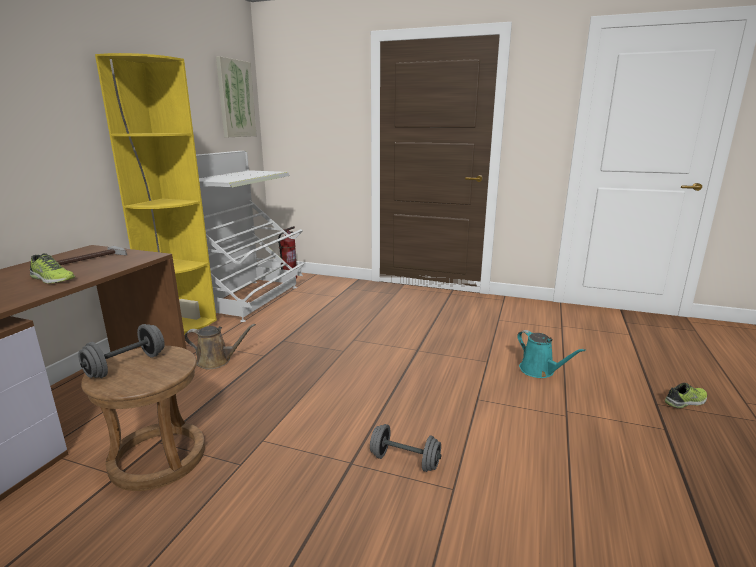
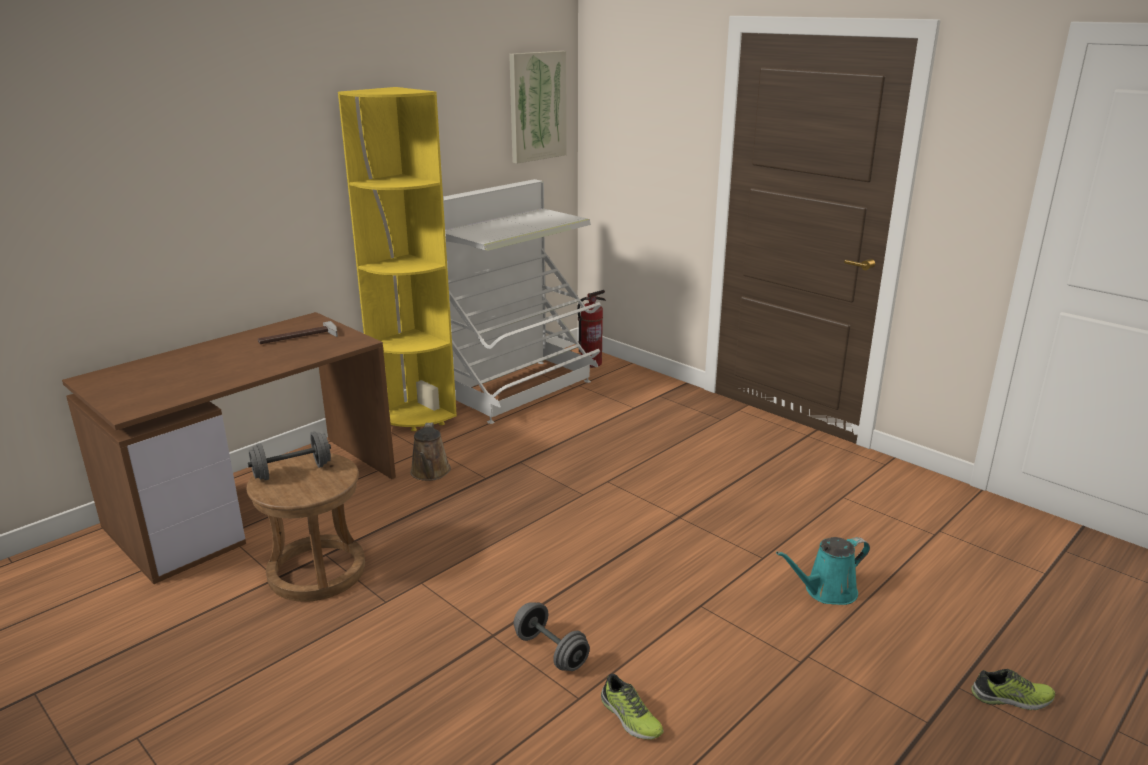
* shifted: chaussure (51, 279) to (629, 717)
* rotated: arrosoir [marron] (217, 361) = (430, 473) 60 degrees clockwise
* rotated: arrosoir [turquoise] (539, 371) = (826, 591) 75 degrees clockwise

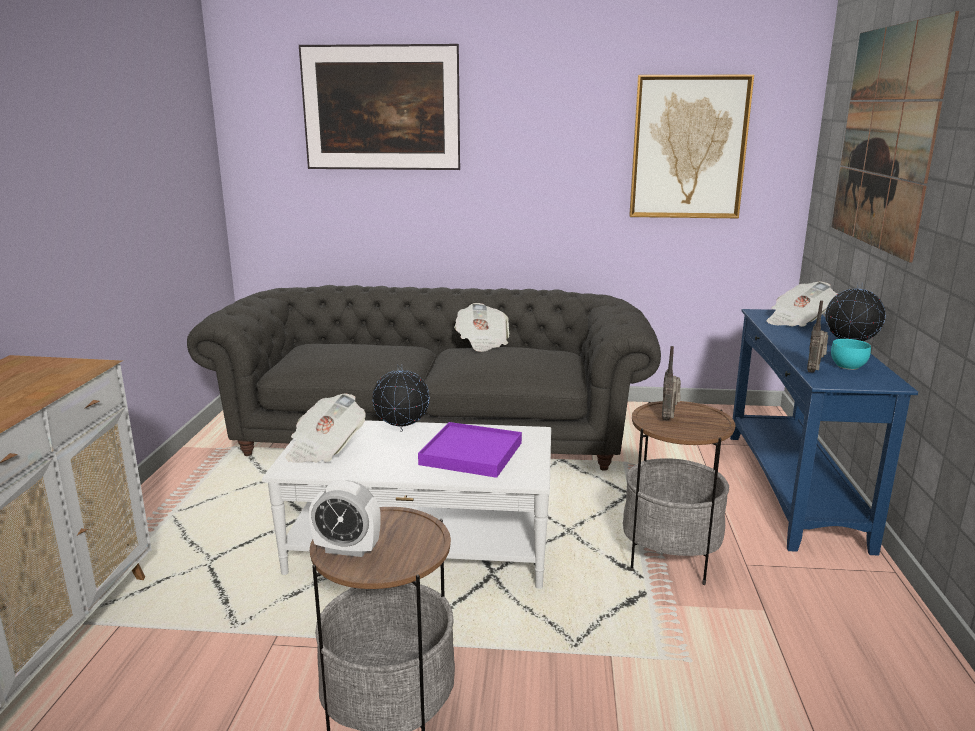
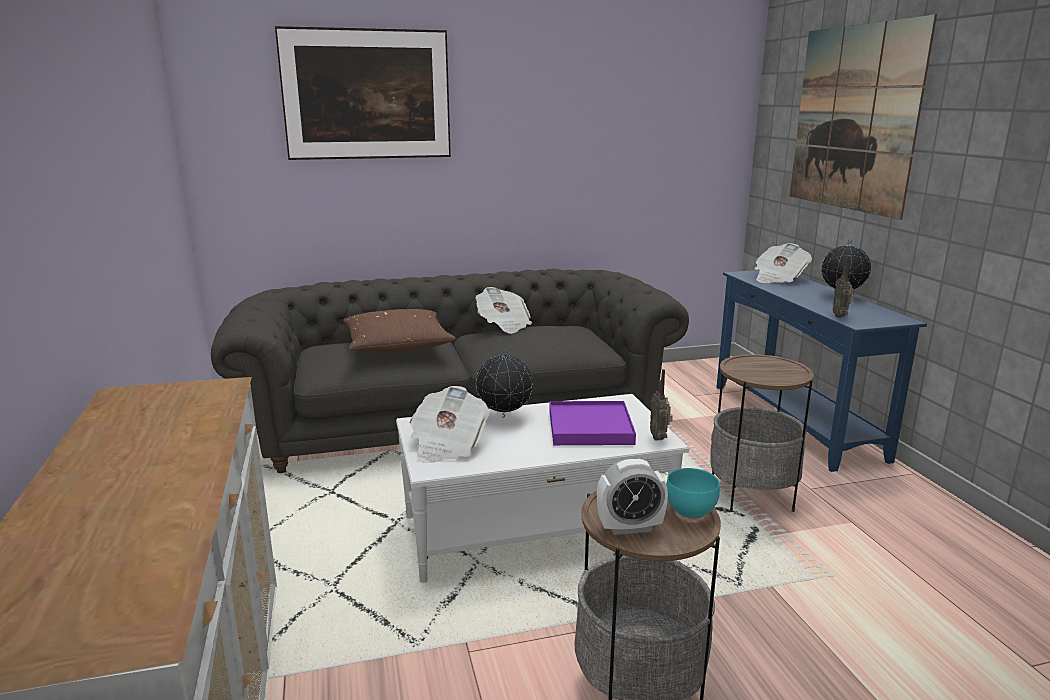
* gone: tableau (688, 147)
* new: coussin [marron] (397, 345)
* shifted: radio (669, 418) to (659, 438)
* shifted: bol [turquoise] (849, 366) to (692, 510)

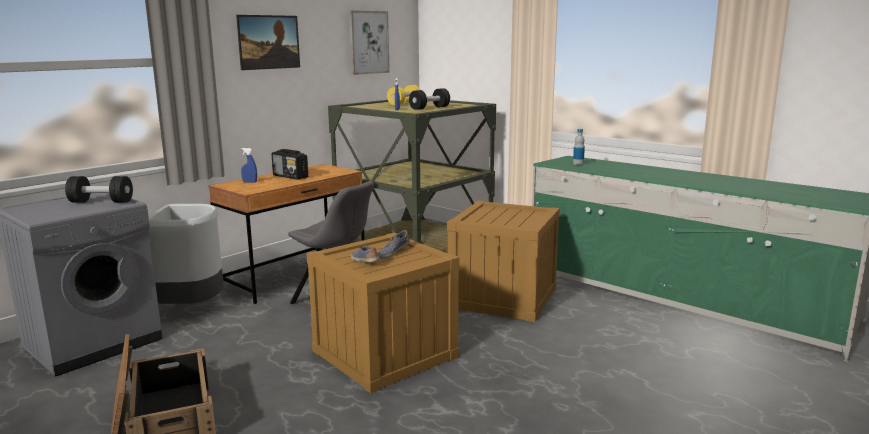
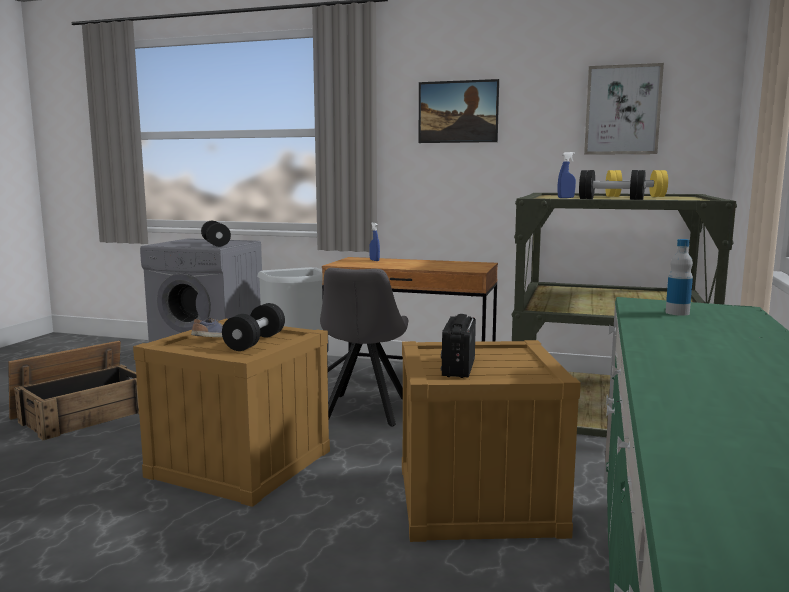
* shifted: radio (290, 176) to (458, 368)
* swapped: chaussure (392, 253) to haltère [noir] (255, 342)

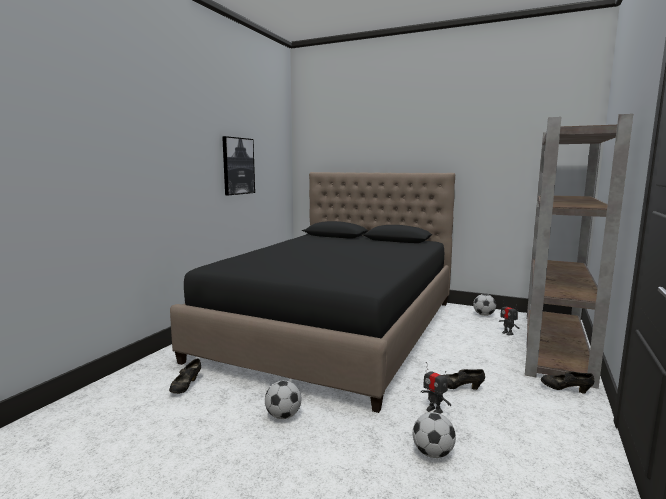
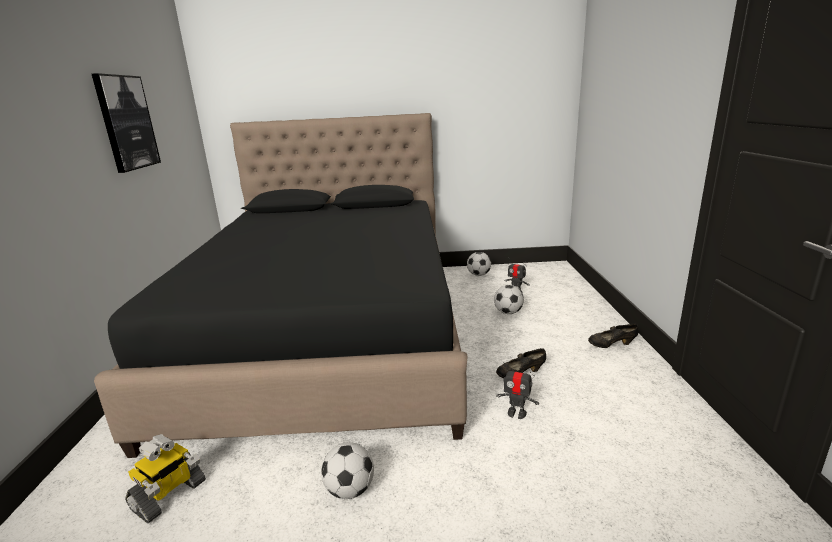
* gone: bibliothèque [marron] (555, 345)
* shifted: ballon de foot (433, 453) to (508, 312)
* swapped: chaussure [noir] (186, 387) to robot jouet (169, 496)

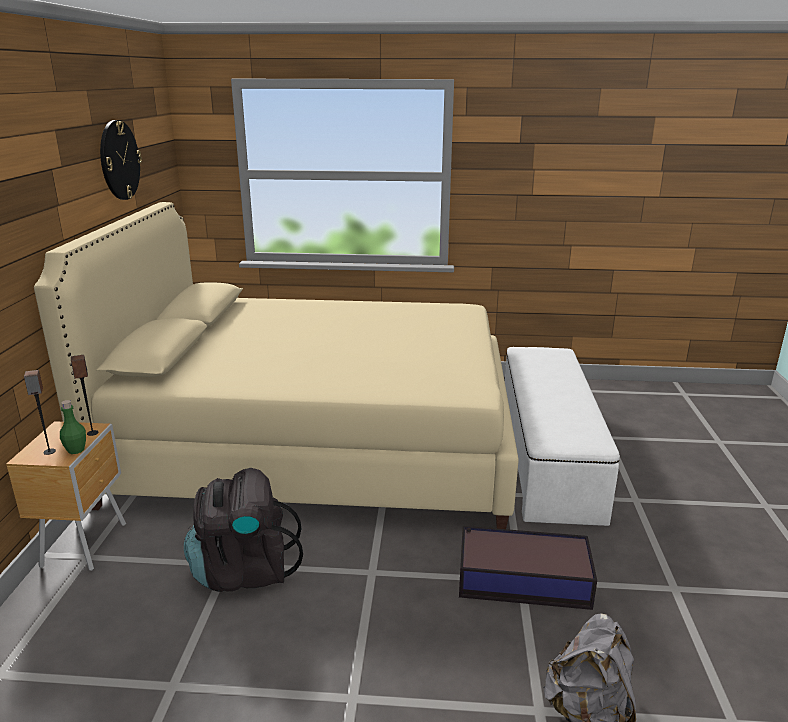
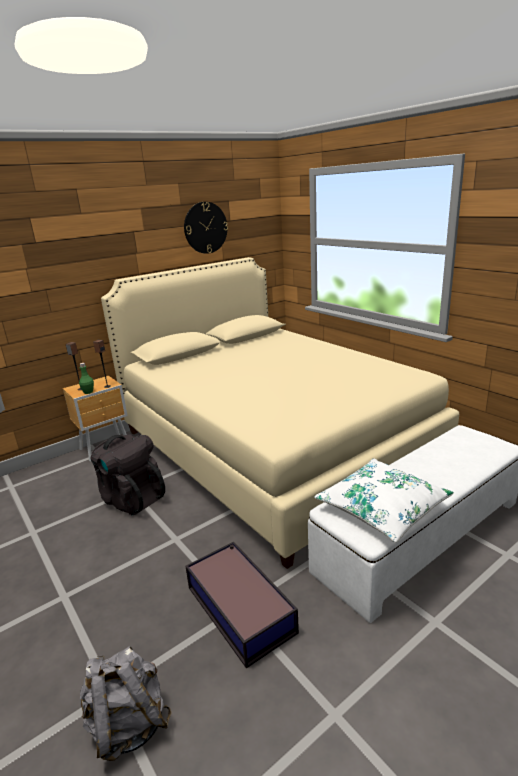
* new: coussin [blanc] (382, 507)

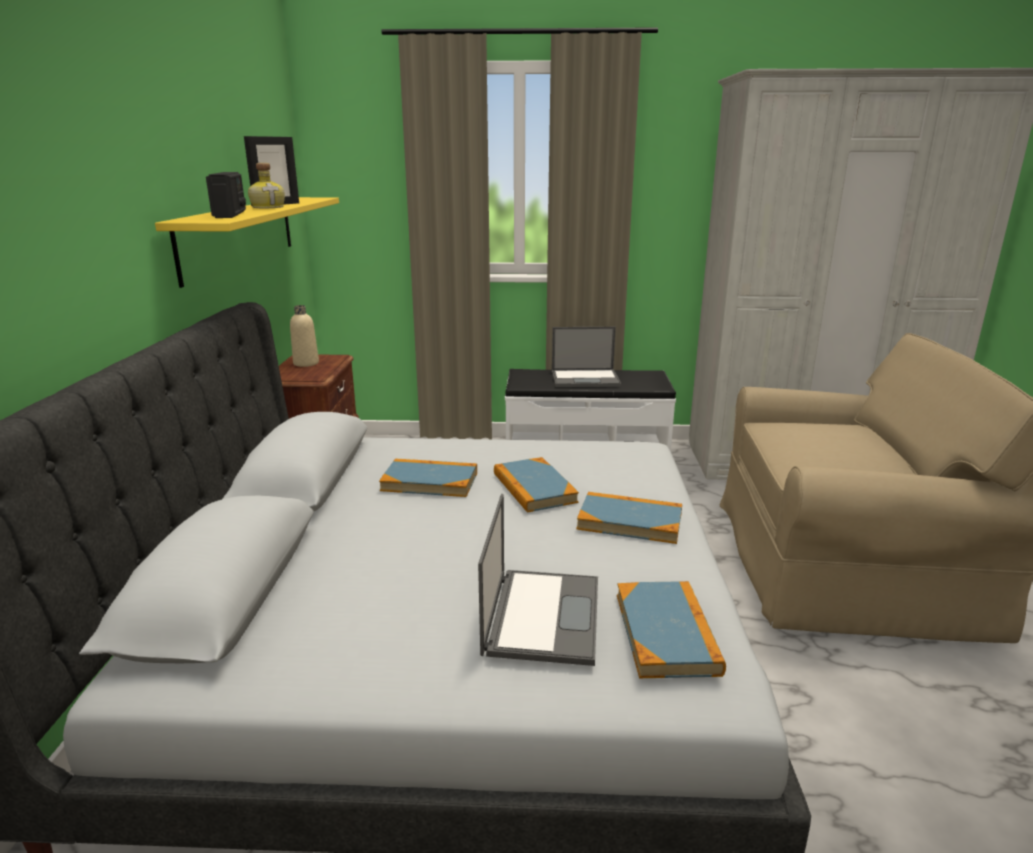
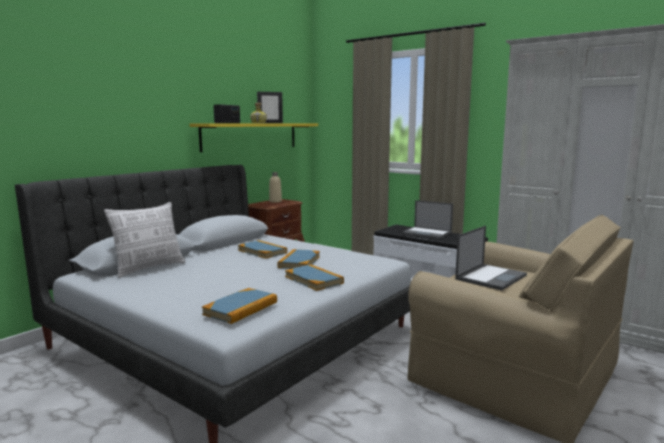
* new: coussin (149, 268)
* shifted: ordinateur portable (542, 614) to (491, 277)

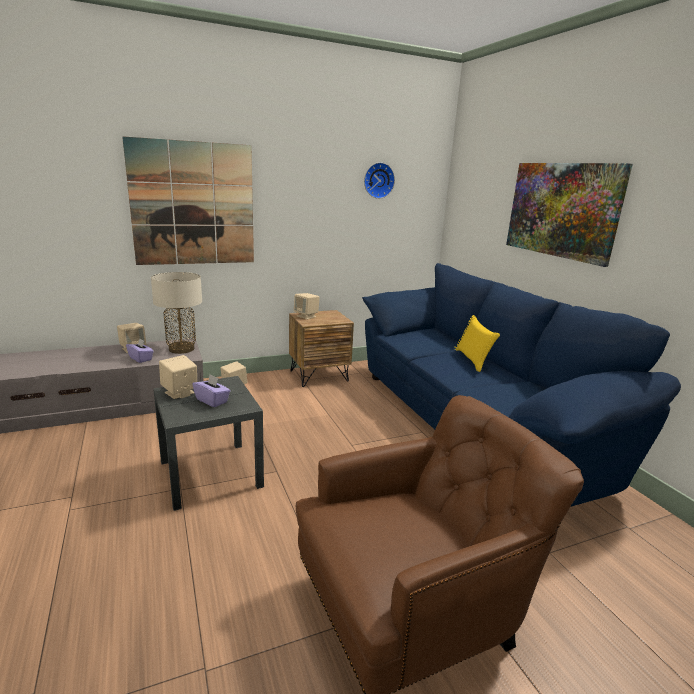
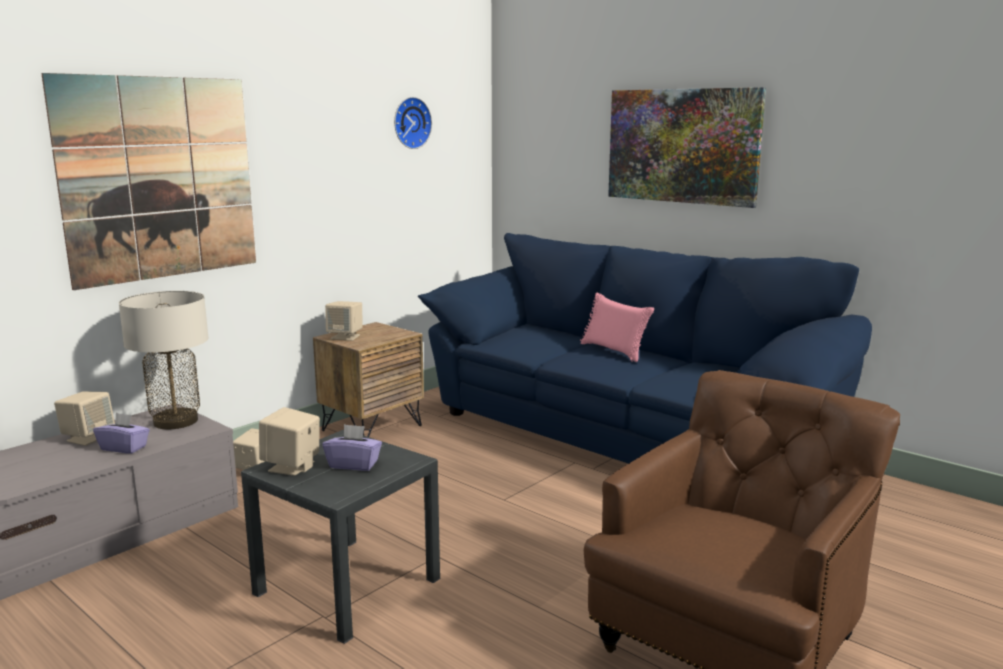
* repainted: coussin [jaune] (473, 360) to coussin [rose] (614, 351)

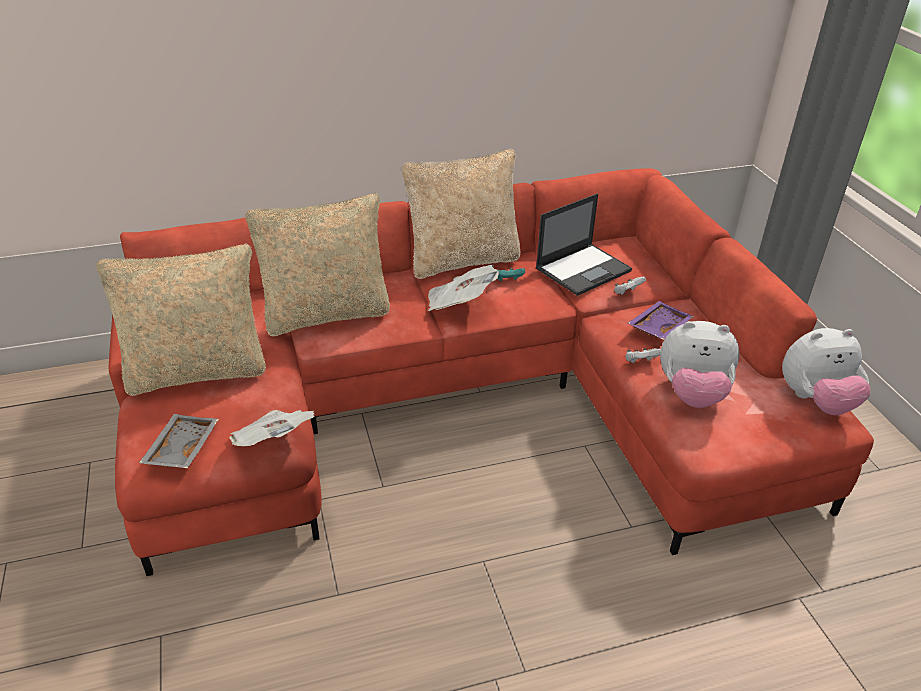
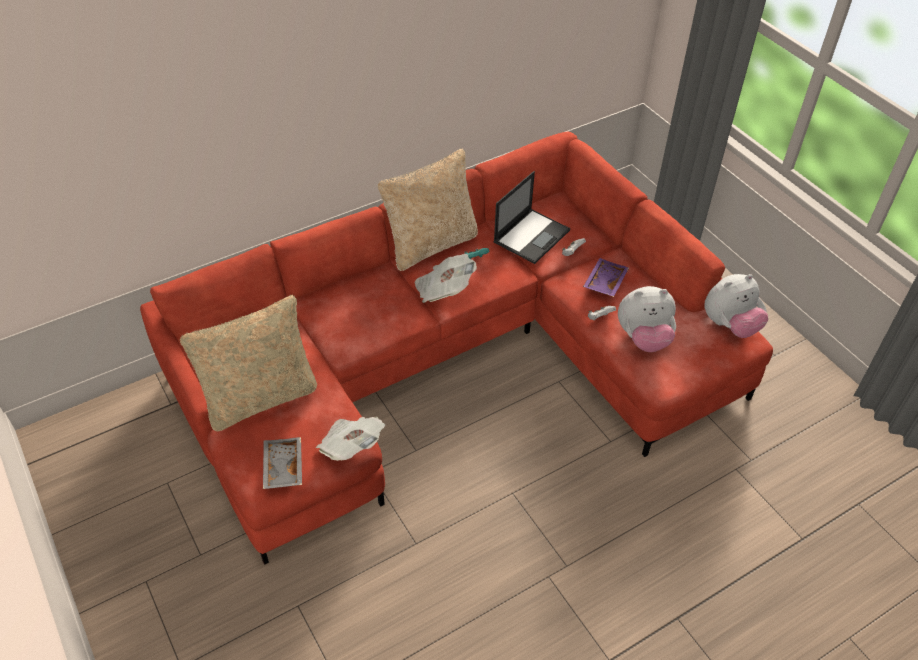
* gone: coussin [beige] (328, 317)

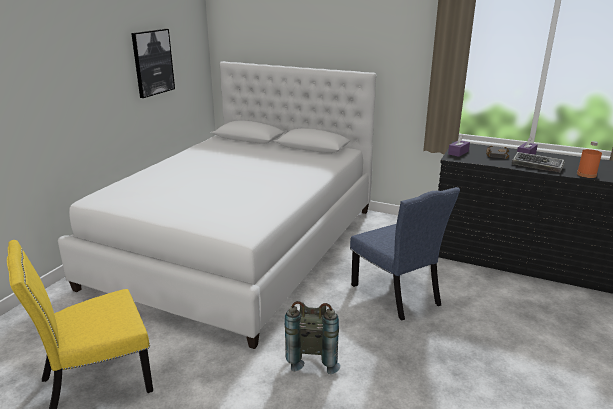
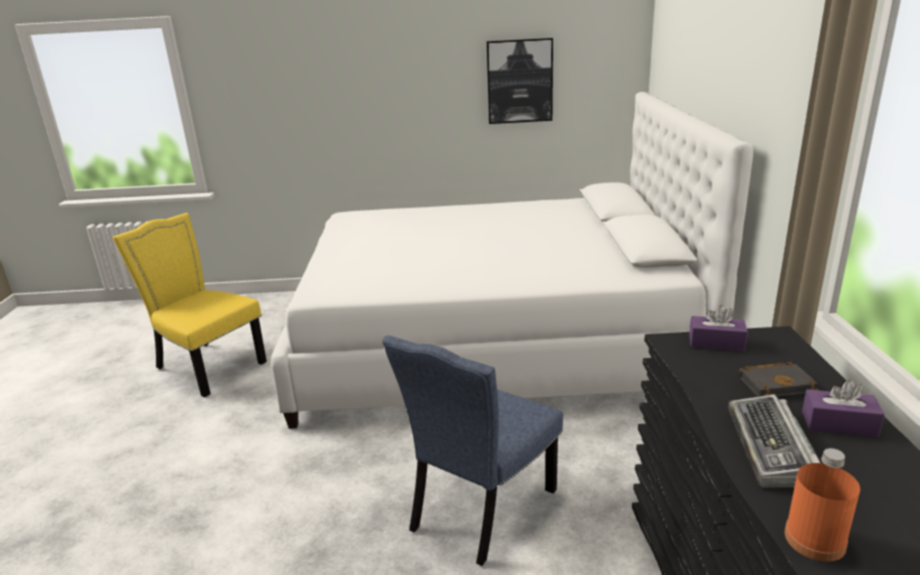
* gone: sac à dos [gris] (313, 356)

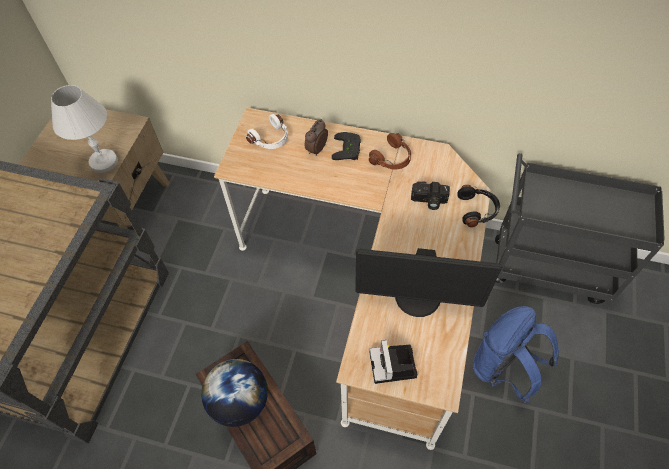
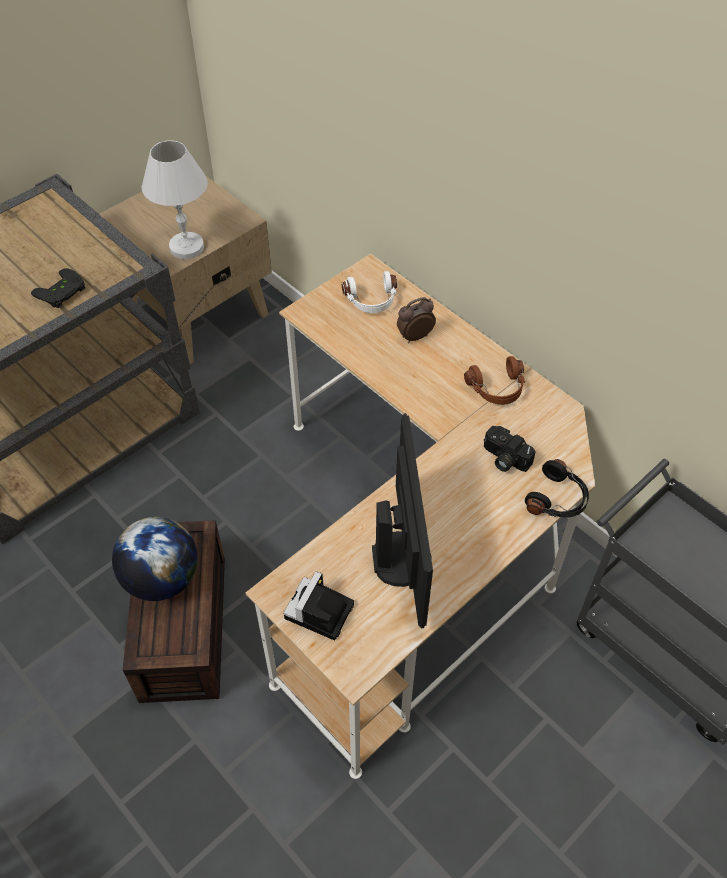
* gone: sac à dos [bleu] (503, 368)
* shifted: manette [noir] (349, 149) to (62, 293)
* rotated: écran d'ordinateur (417, 298) = (404, 558) 135 degrees counterclockwise

